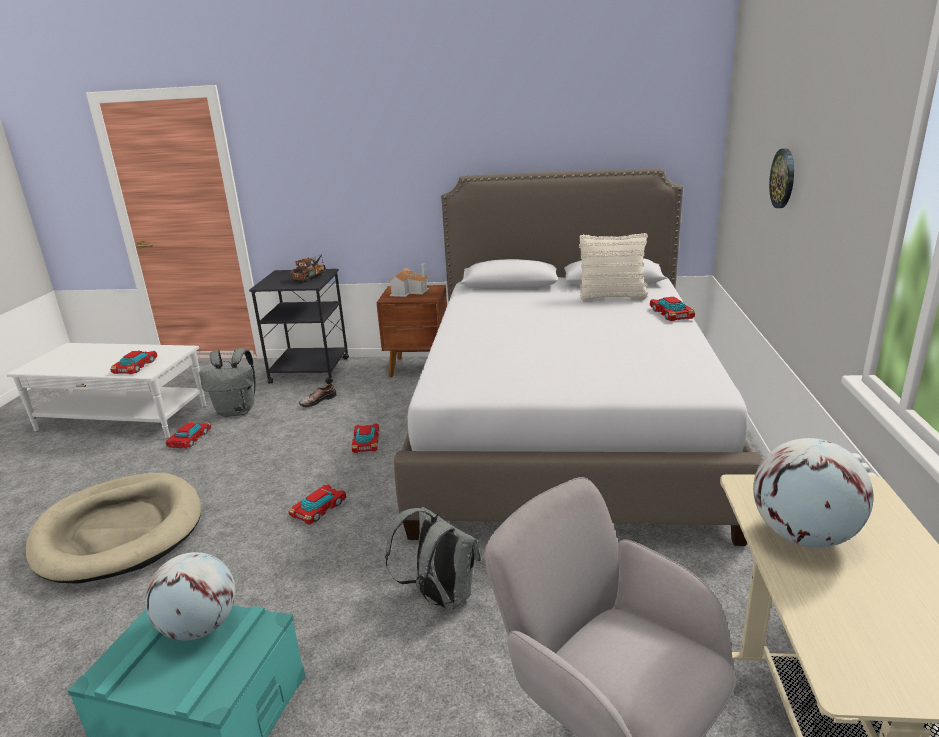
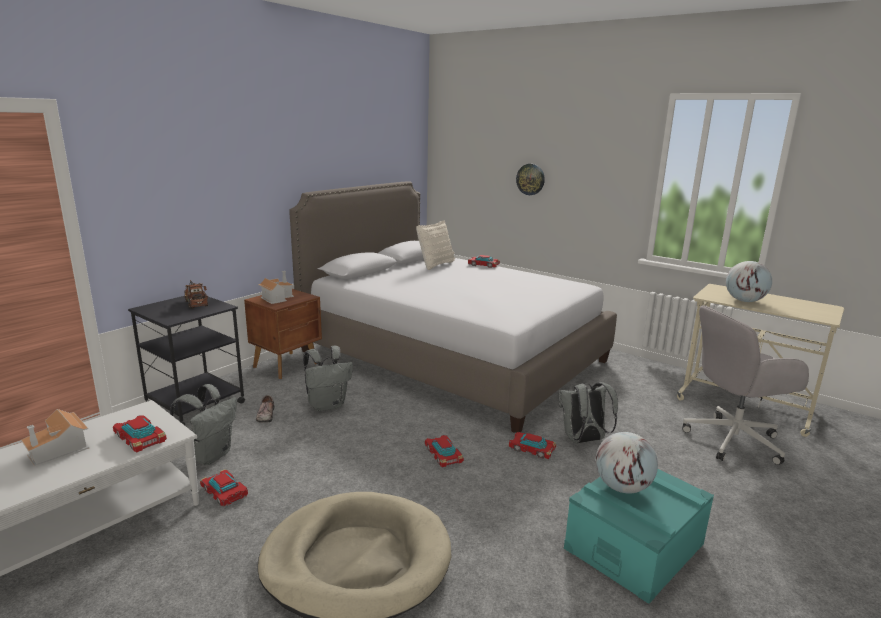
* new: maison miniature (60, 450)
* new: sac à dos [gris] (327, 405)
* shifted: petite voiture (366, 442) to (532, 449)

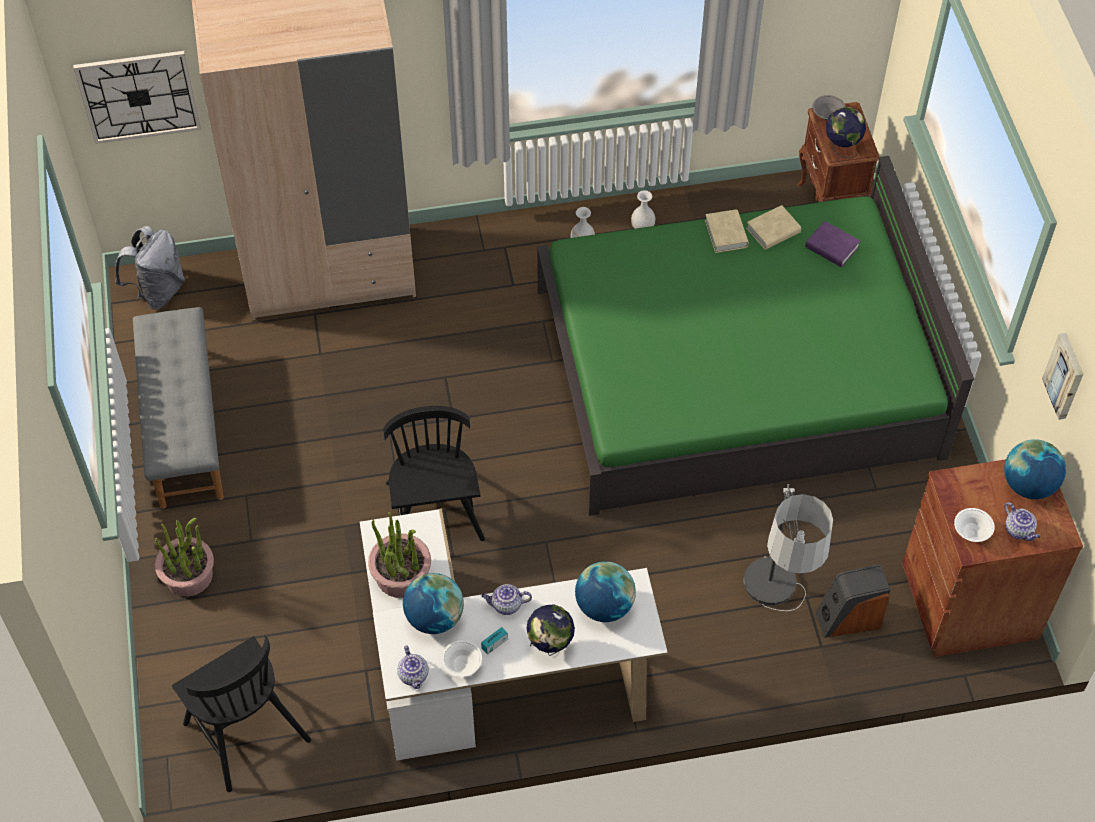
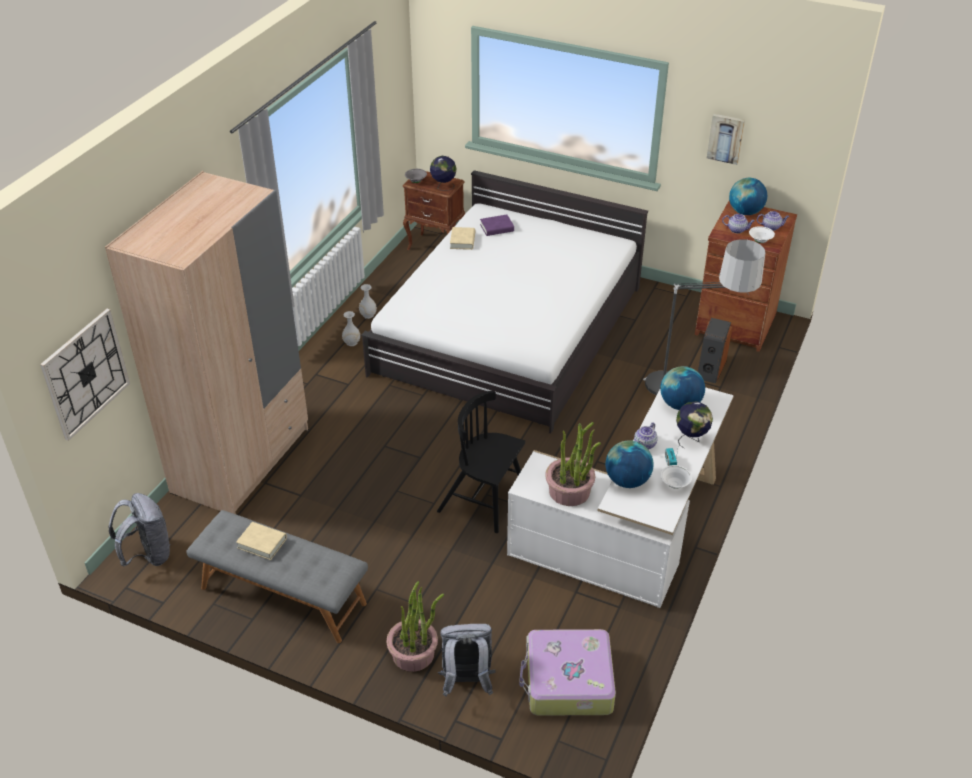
* new: sac à dos [gris] (466, 682)
* shifted: théière (414, 676) to (737, 230)
* shifted: livre [beige] (726, 234) to (262, 543)
* swapped: chaise [noir] (243, 726) to valise (568, 681)
* repainted: lit [vert] (738, 373) to lit [blanc] (509, 330)

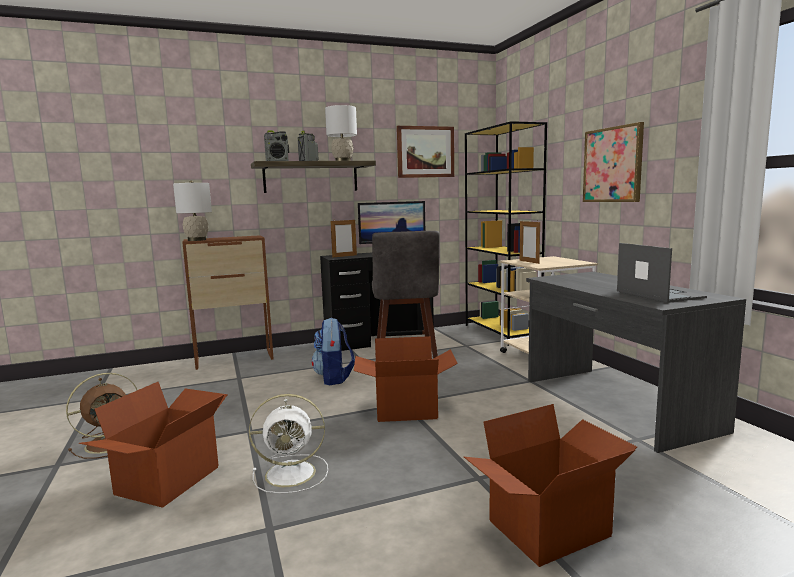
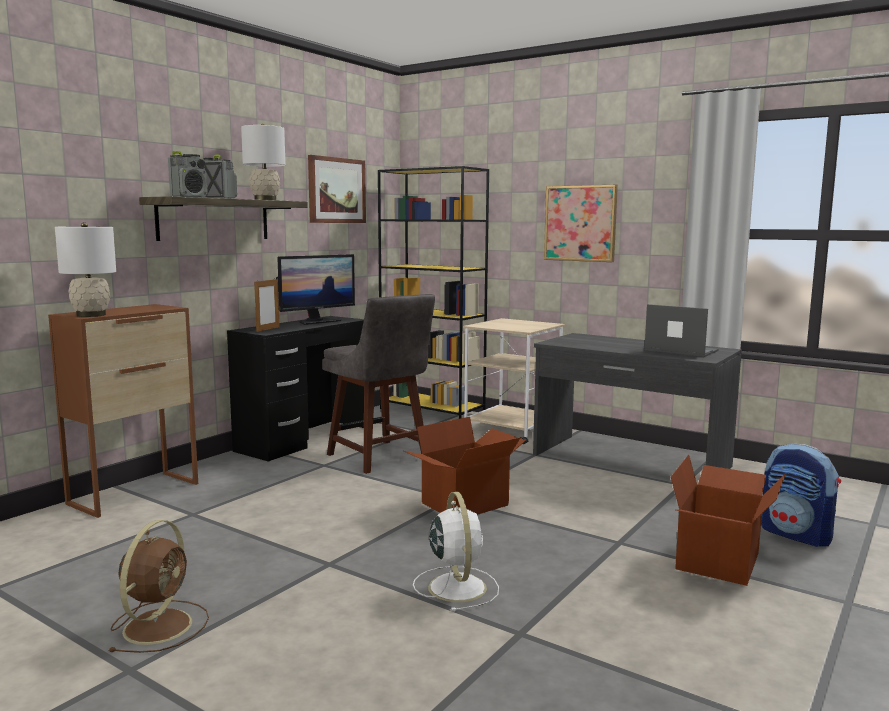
* gone: carton (169, 481)
* gone: cadre photo (529, 262)
* shifted: sac à dos (334, 378) to (797, 535)
* rotated: ventilateur [blanc] (293, 473) = (456, 586) 60 degrees counterclockwise

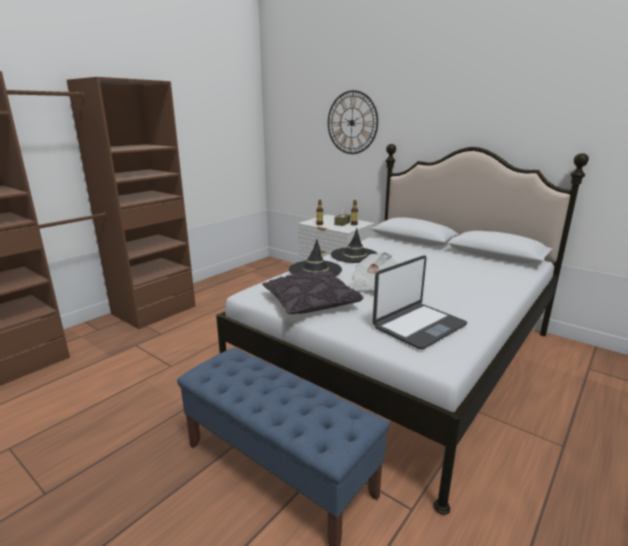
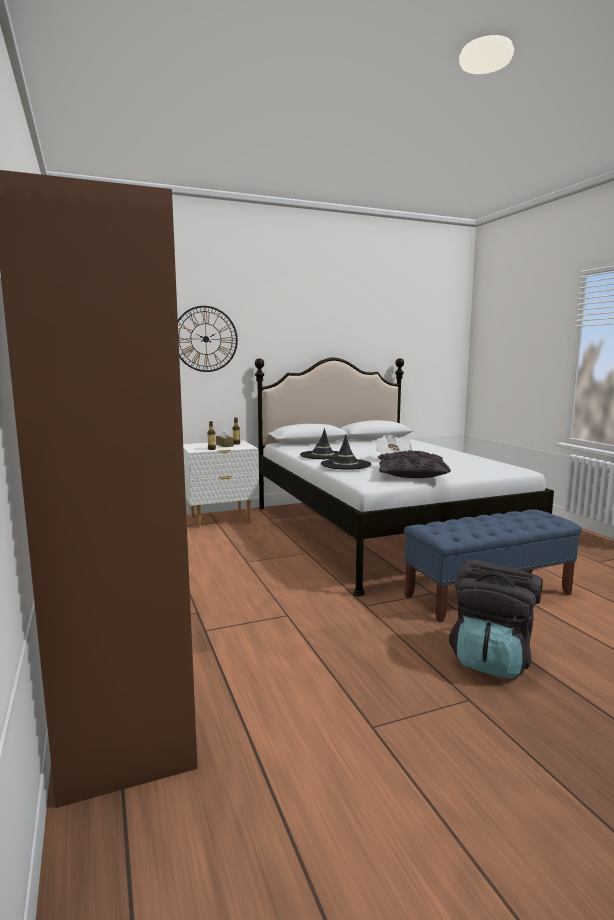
* gone: ordinateur portable (418, 326)
* new: sac à dos [noir] (492, 659)

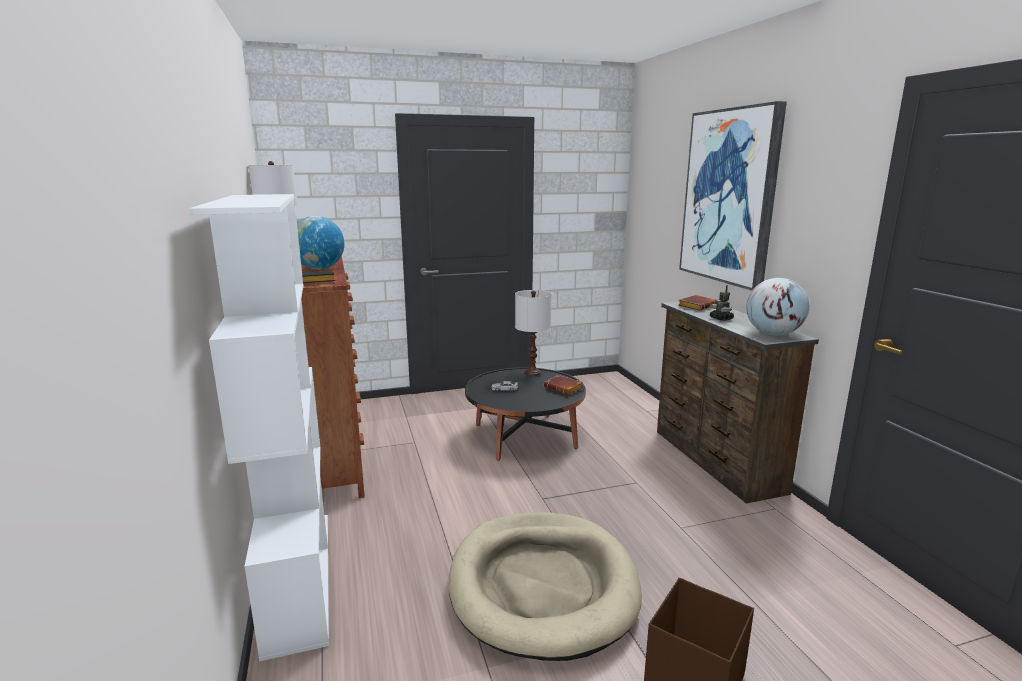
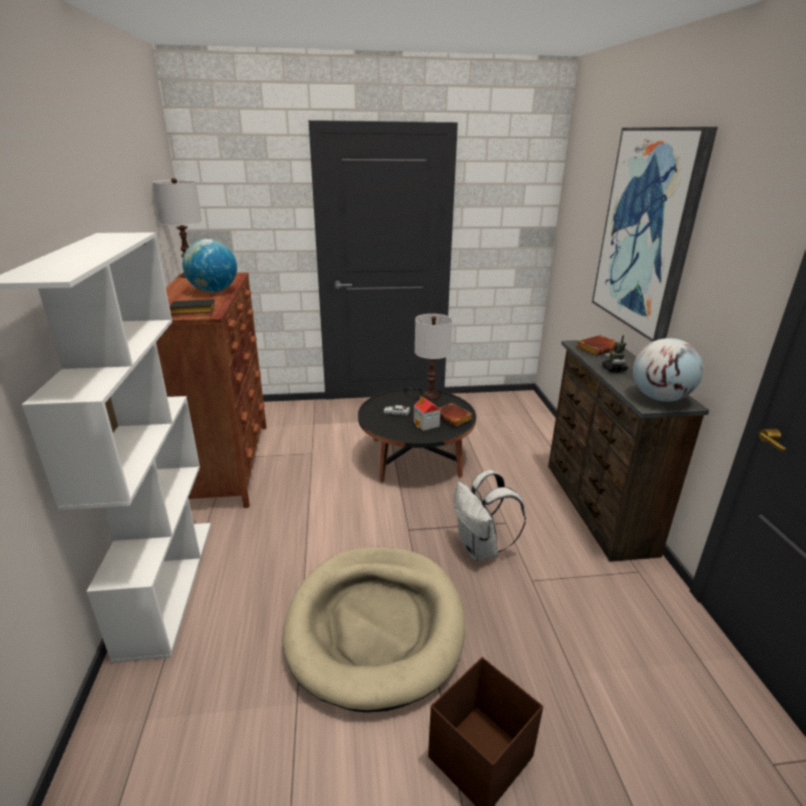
* new: maison miniature (426, 424)
* new: sac à dos [blanc] (480, 549)

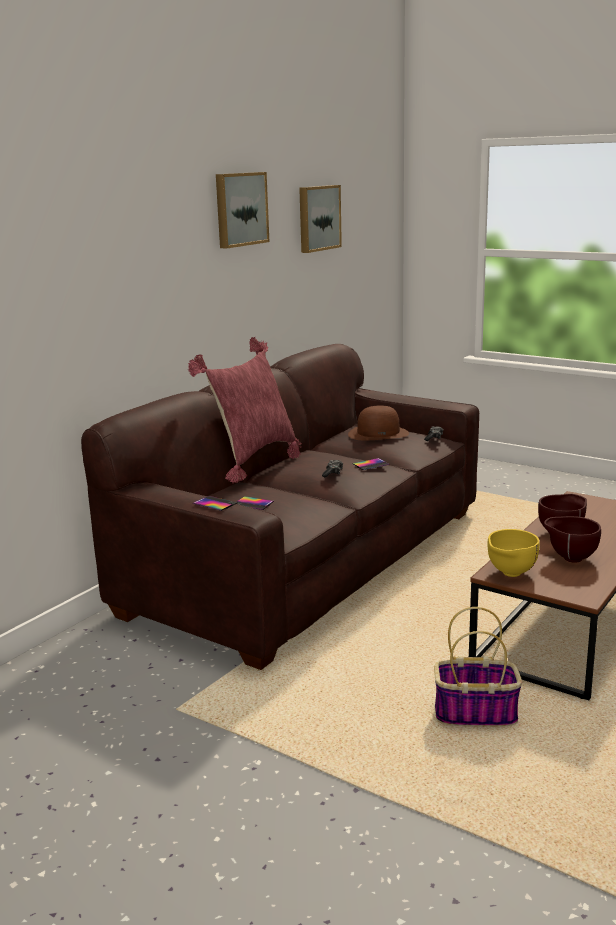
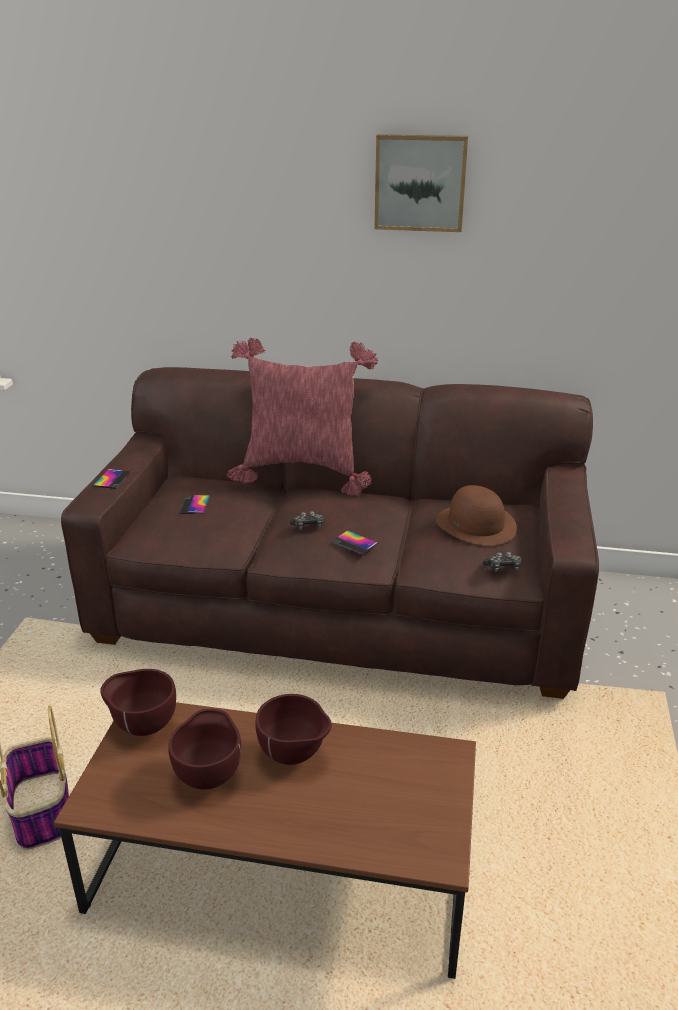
* gone: tableau (318, 218)
* repainted: bol [jaune] (510, 574) to bol [marron] (143, 726)

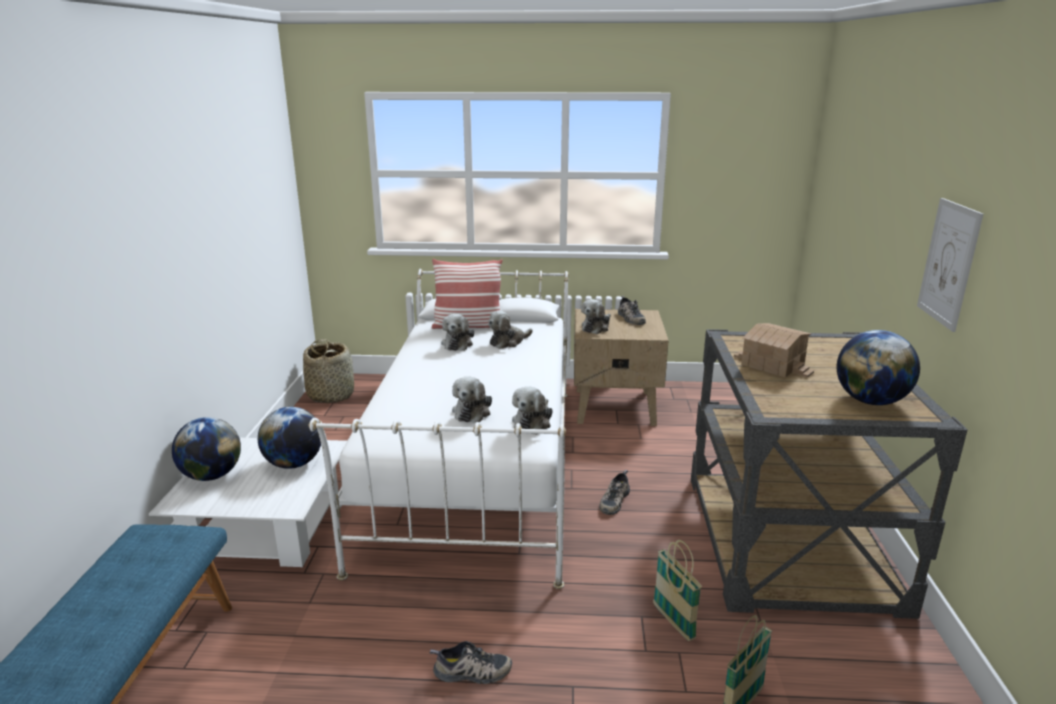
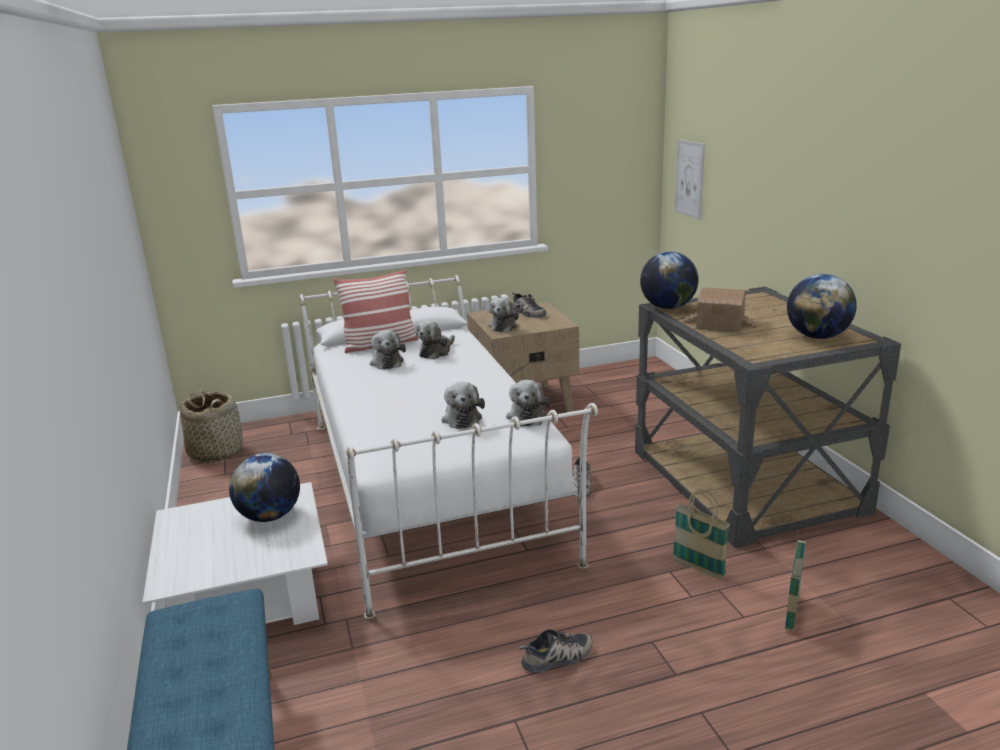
* shifted: globe (211, 476) to (667, 307)
* shifted: tableau (948, 263) to (689, 179)

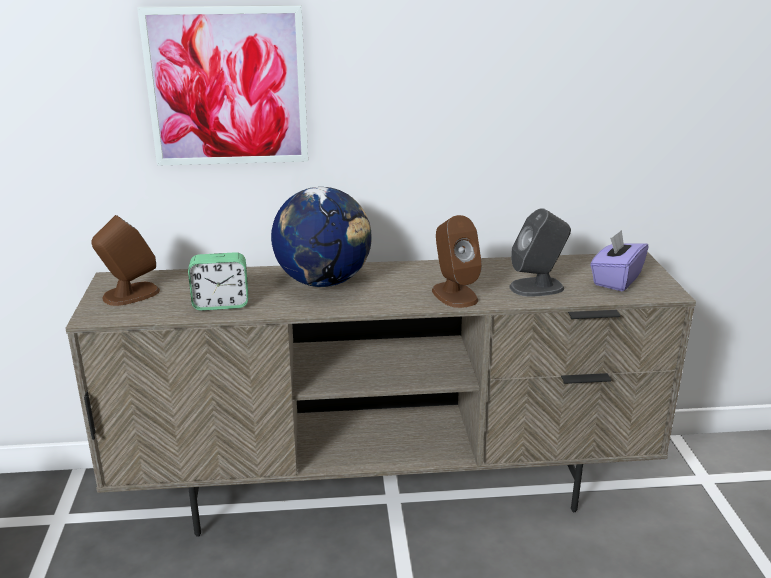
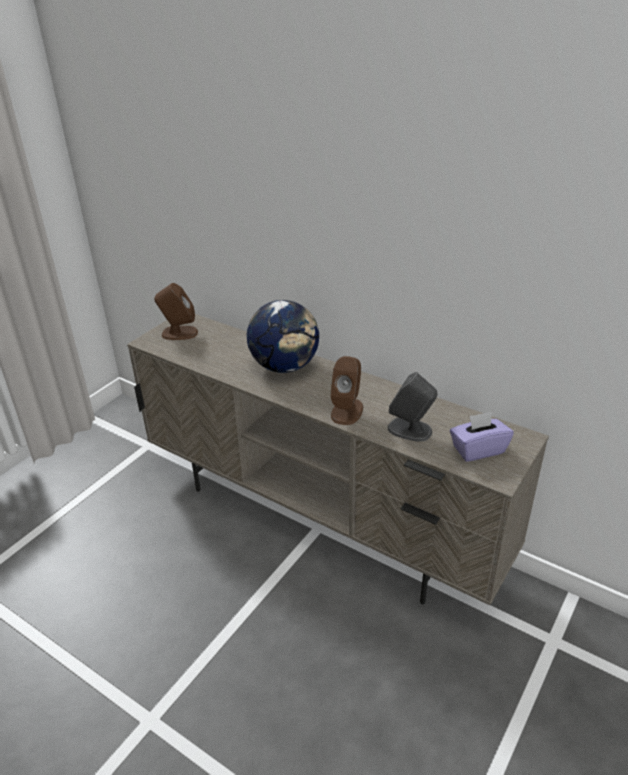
* gone: tableau (227, 86)
* gone: réveil (221, 304)

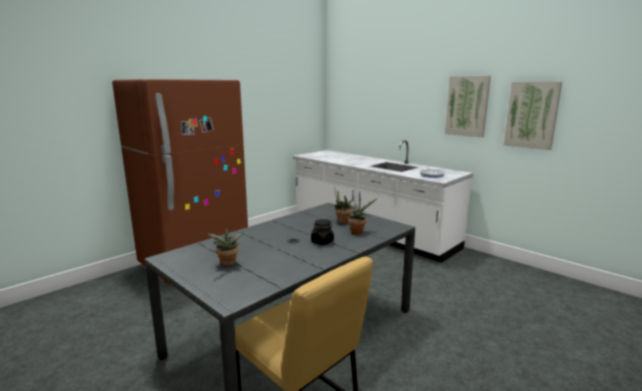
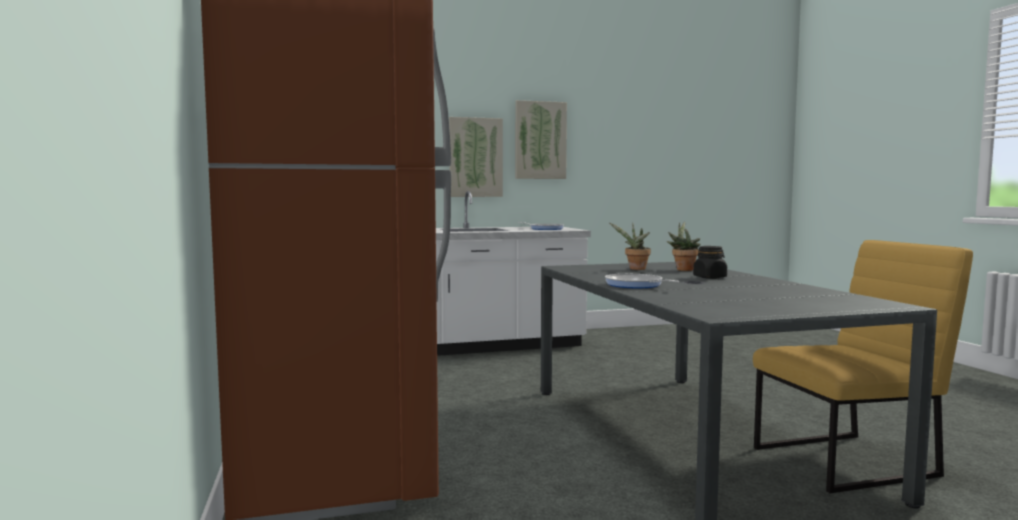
* gone: plante en pot (227, 264)
* new: poêle (636, 285)
* shifted: tableau (531, 115) to (475, 157)

